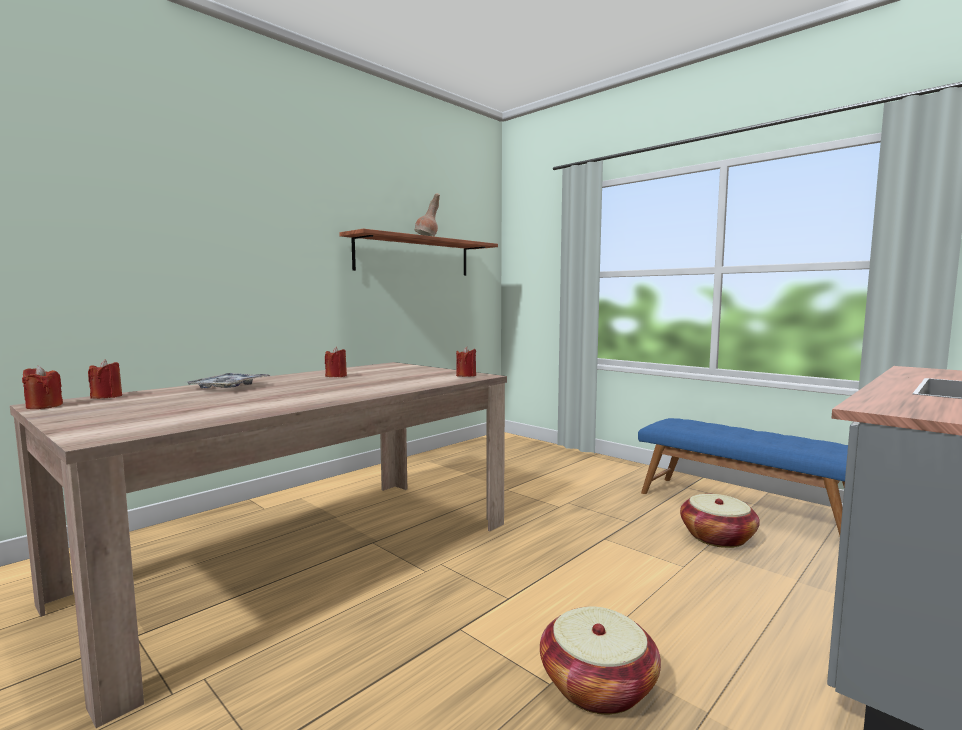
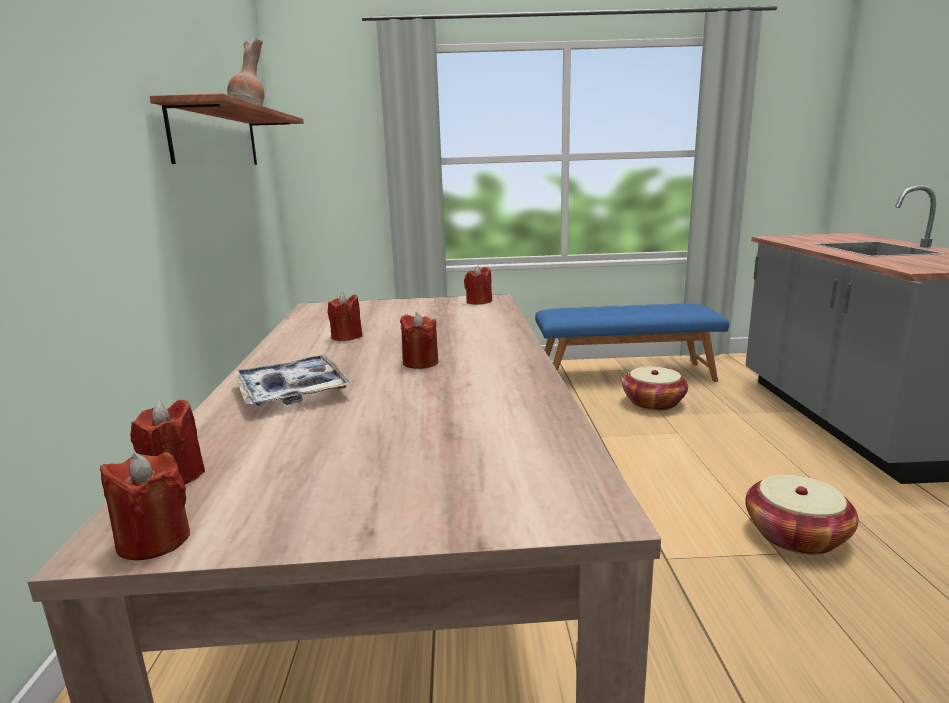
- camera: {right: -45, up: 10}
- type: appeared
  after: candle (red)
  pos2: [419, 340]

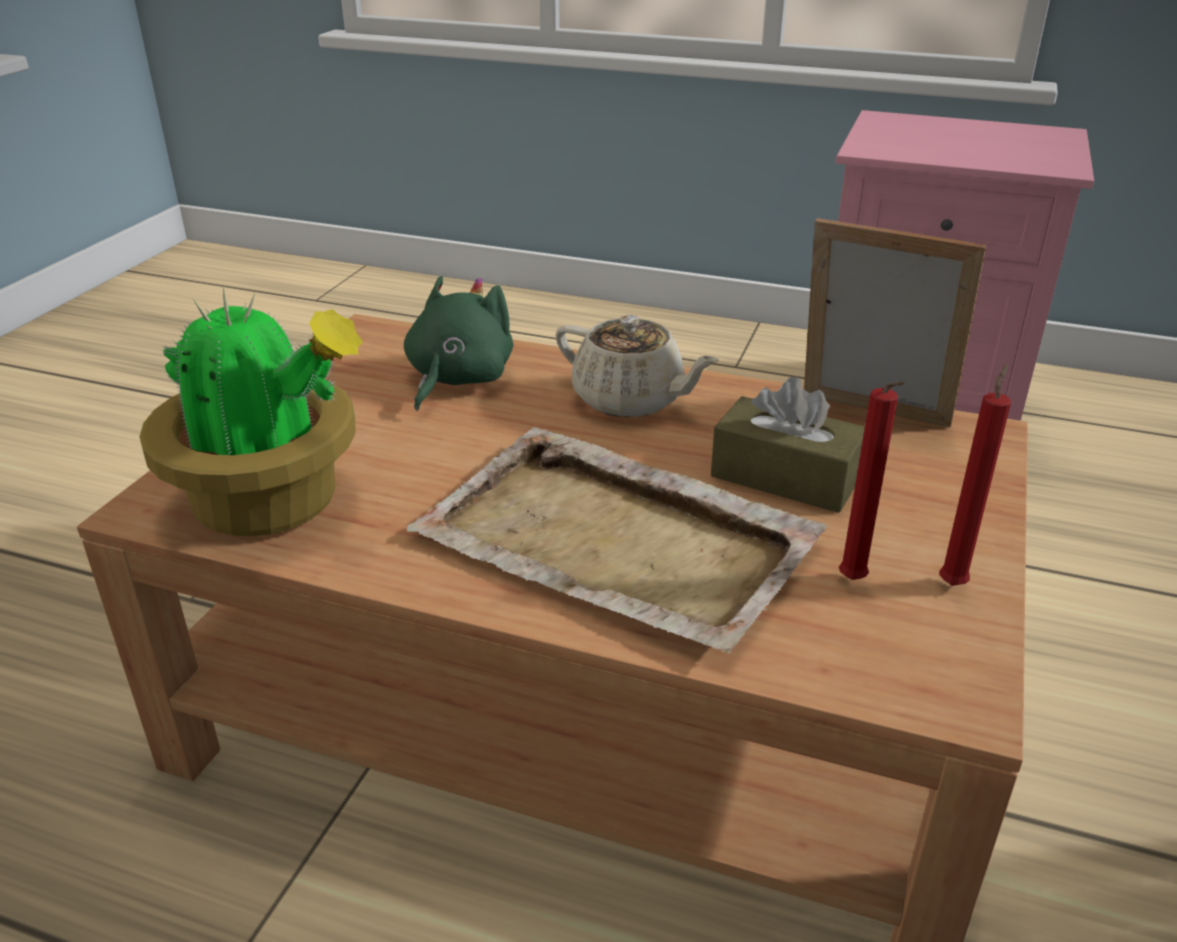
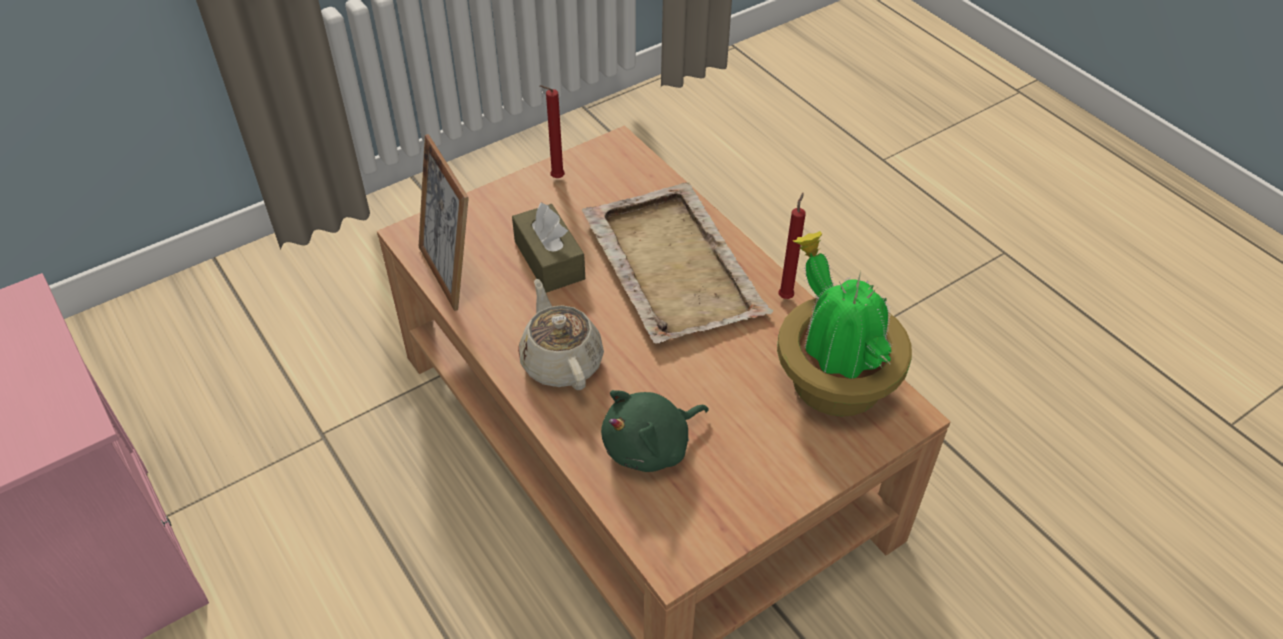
- camera: {right: -145, up: 15}
- type: relocated
  before: candle (red)
  pos1: [872, 480]
  pos2: [792, 246]

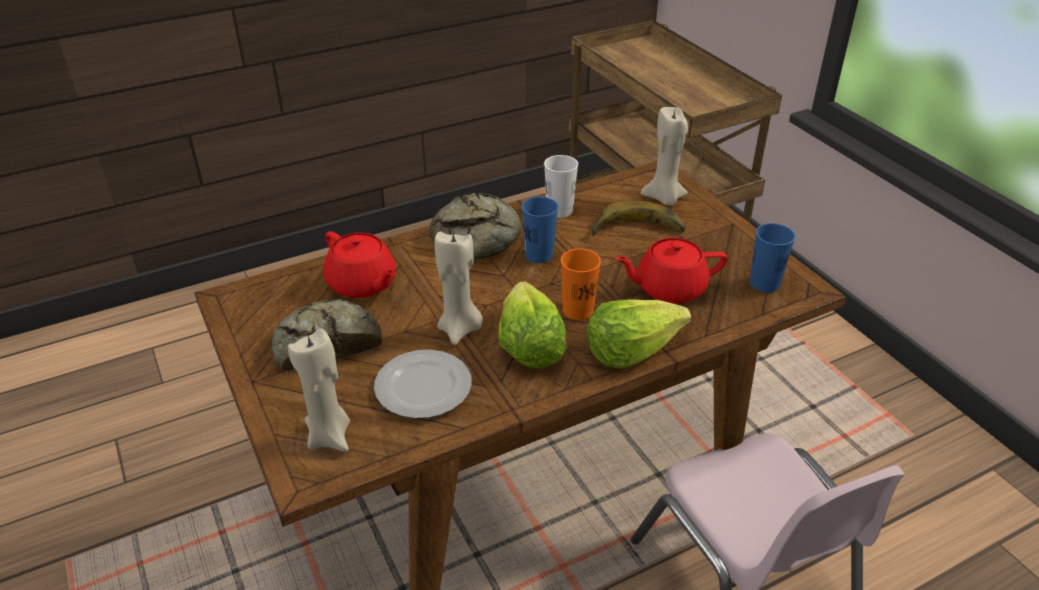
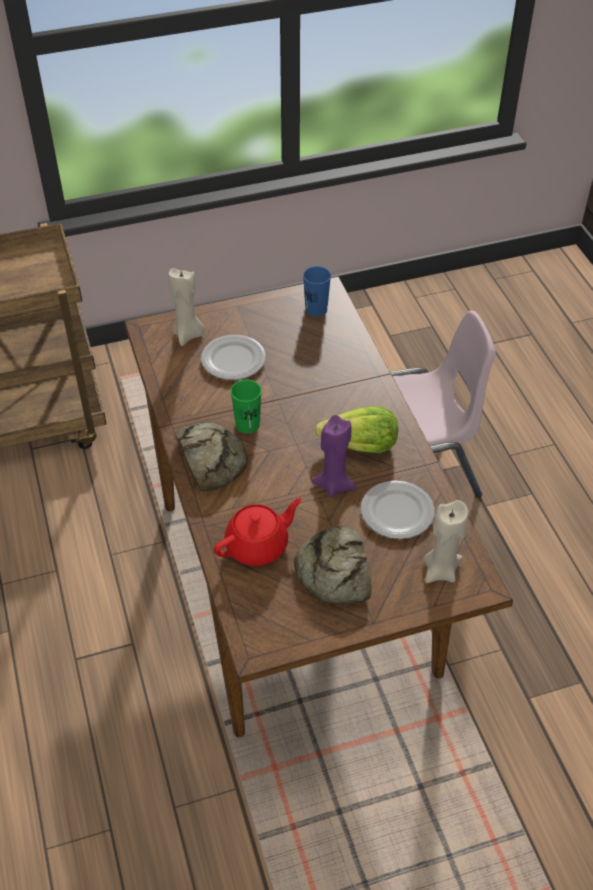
- camera: {right: -80, up: 10}
- type: missing
  before: small cup (whitish)
  pos1: [561, 186]
- type: colour
  before: small cup (blue)
  after: small cup (green)
  pos1: [540, 230]
  pos2: [246, 407]
- type: exchanged
  before: banana fruit
  after: plate
  pos1: [638, 218]
  pos2: [233, 357]
- type: colour
  before: candle (beige-coloured)
  after: candle (purplish)
  pos1: [458, 288]
  pos2: [334, 456]
- type: missing
  before: pot for tea (red)
  pos1: [671, 271]
- type: missing
  before: small cup (orange)
  pos1: [581, 284]
- type: missing
  before: lettuce head
  pos1: [639, 334]

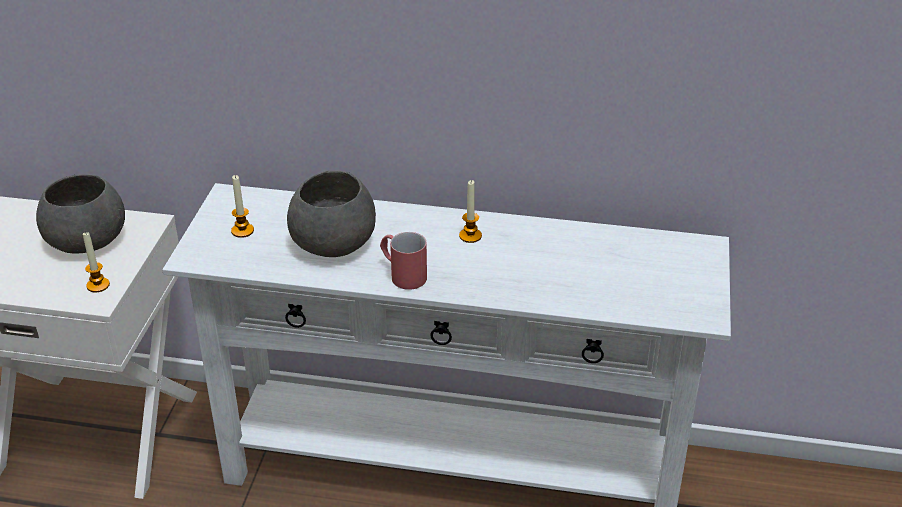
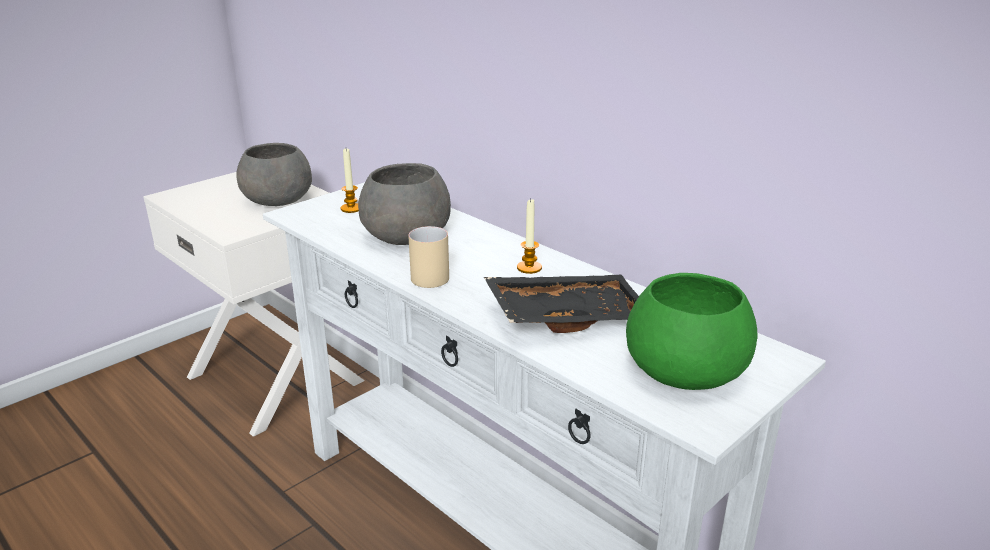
- camera: {right: 35, up: -10}
- type: missing
  before: candle
  pos1: [96, 262]
- type: colour
  before: coffee mug (red)
  after: coffee mug (beige-coloured)
  pos1: [403, 261]
  pos2: [428, 257]
- type: appeared
  after: serving bowl (green)
  pos2: [692, 331]
- type: appeared
  after: carrying tray (black)
  pos2: [561, 304]

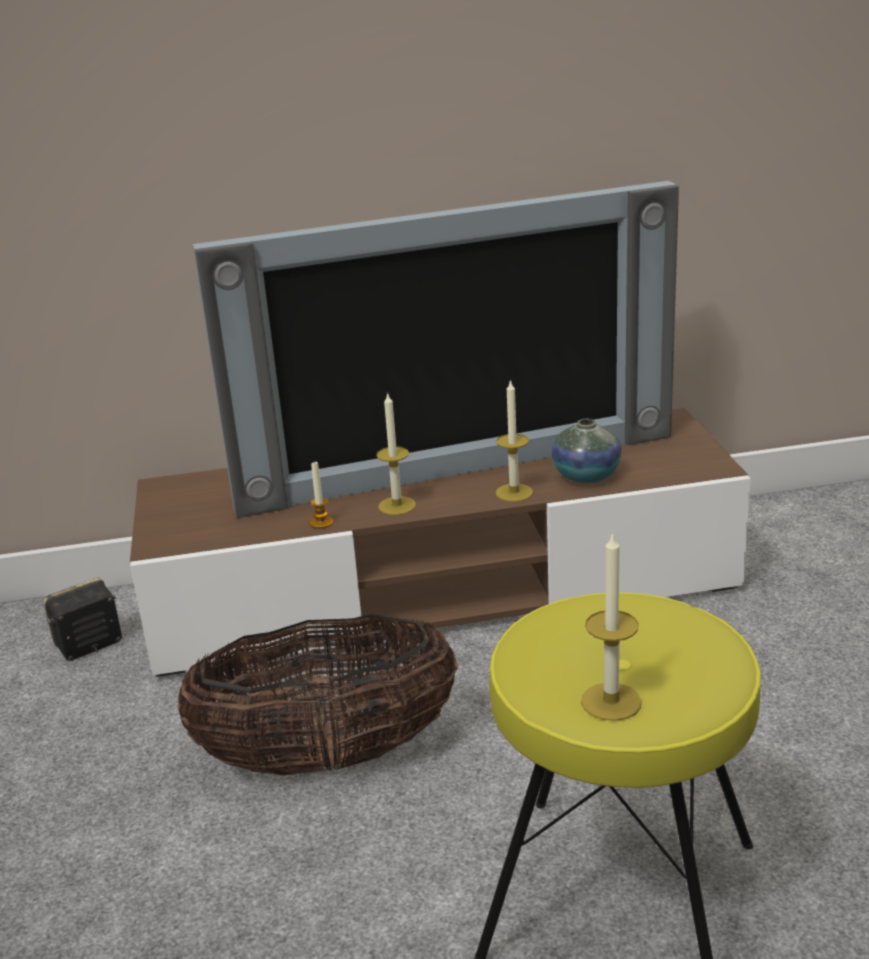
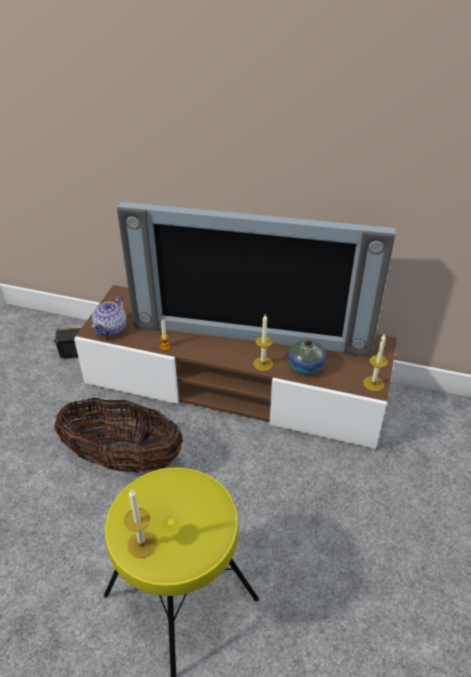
- camera: {right: 25, up: 15}
- type: relocated
  before: candle
  pos1: [396, 453]
  pos2: [375, 362]
- type: appeared
  after: pot for tea
  pos2: [109, 316]

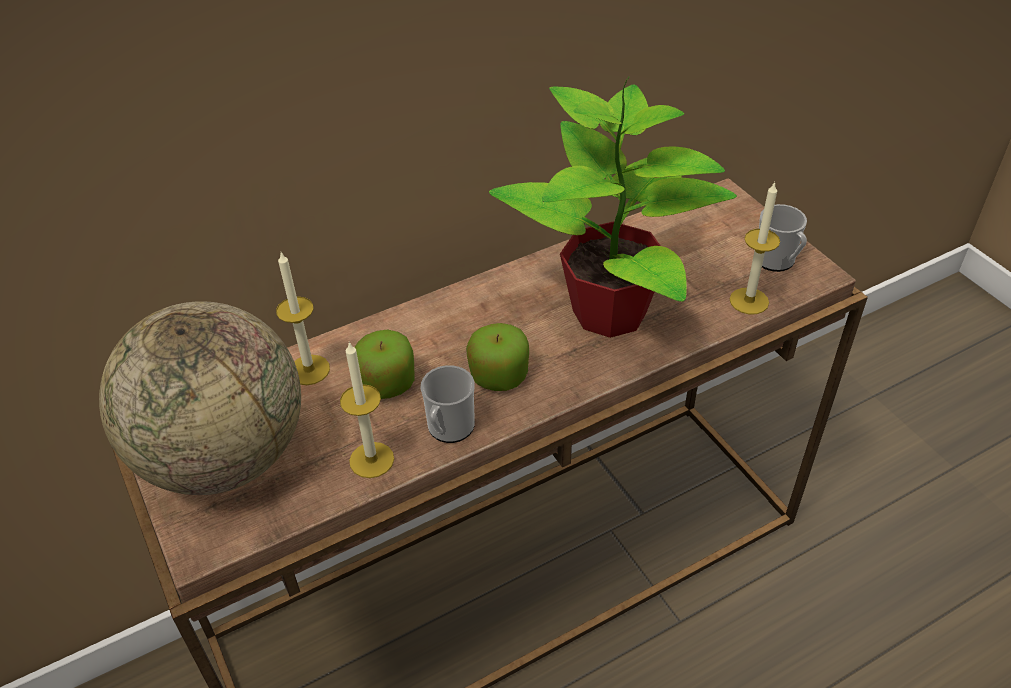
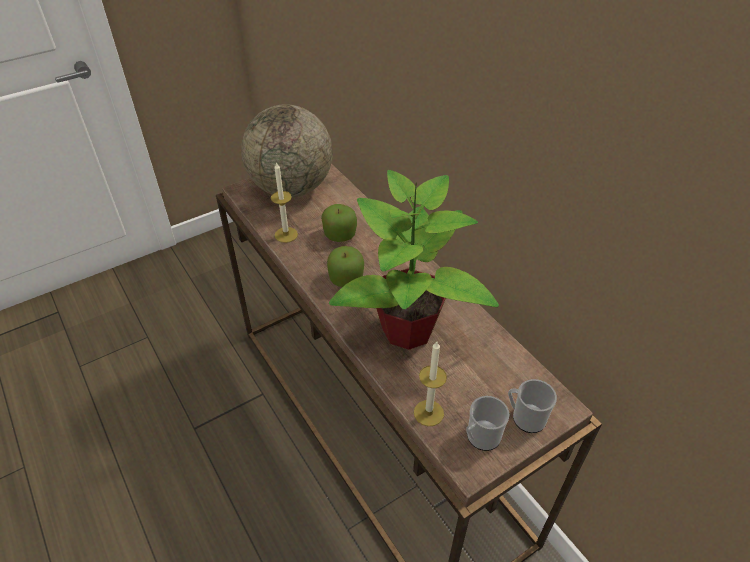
- camera: {right: 85, up: 0}
- type: missing
  before: candle
  pos1: [303, 319]
- type: relocated
  before: coffee mug
  pos1: [448, 404]
  pos2: [532, 406]

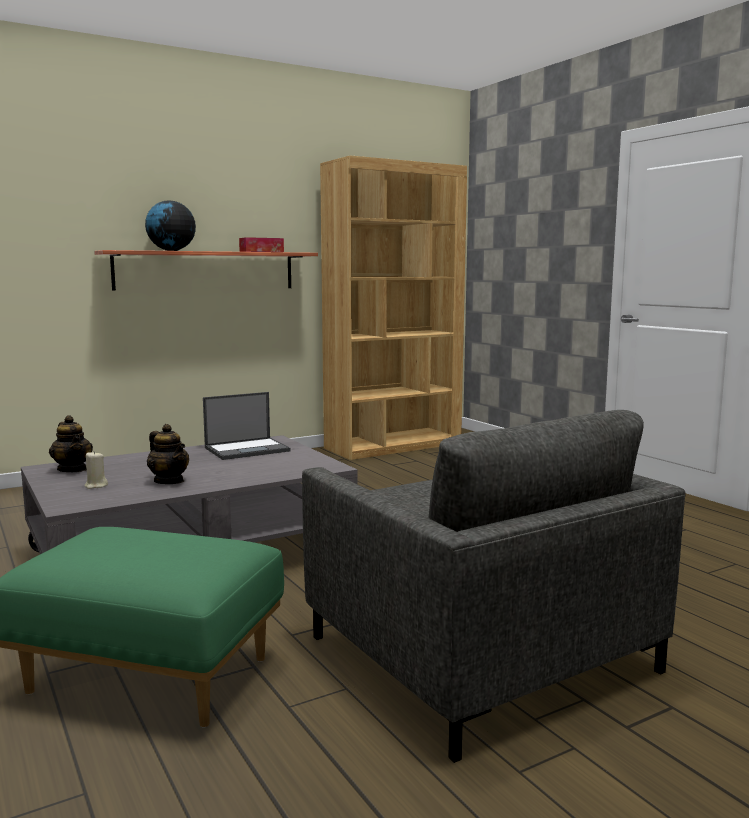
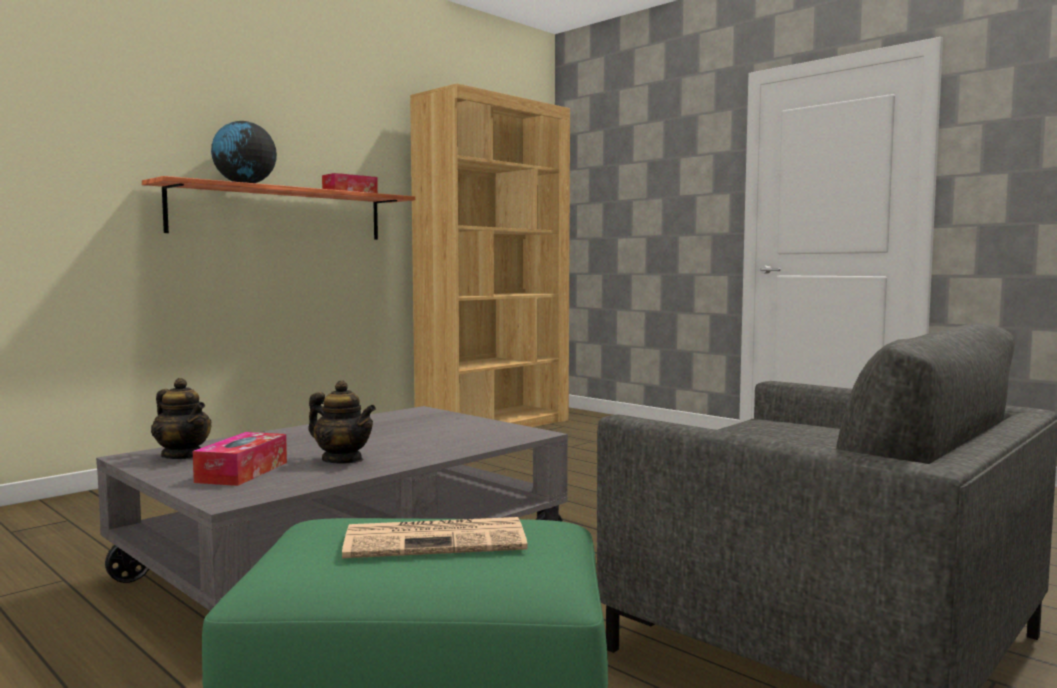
- camera: {right: -15, up: -5}
- type: missing
  before: portable computer
  pos1: [247, 426]
- type: exchanged
  before: candle (beige-coloured)
  after: box of tissues
  pos1: [96, 470]
  pos2: [240, 459]
- type: appeared
  after: printed paper
  pos2: [435, 537]

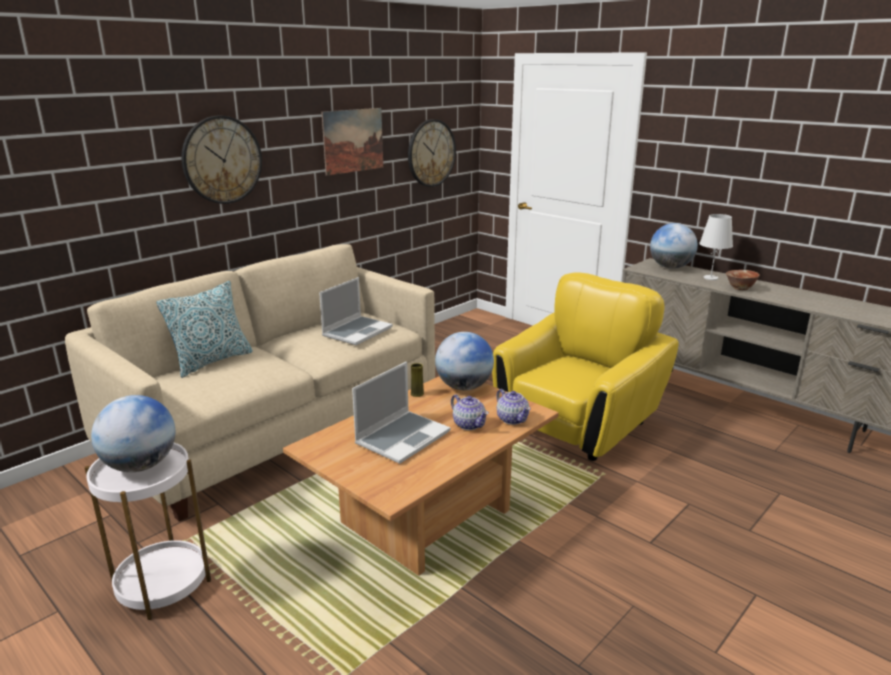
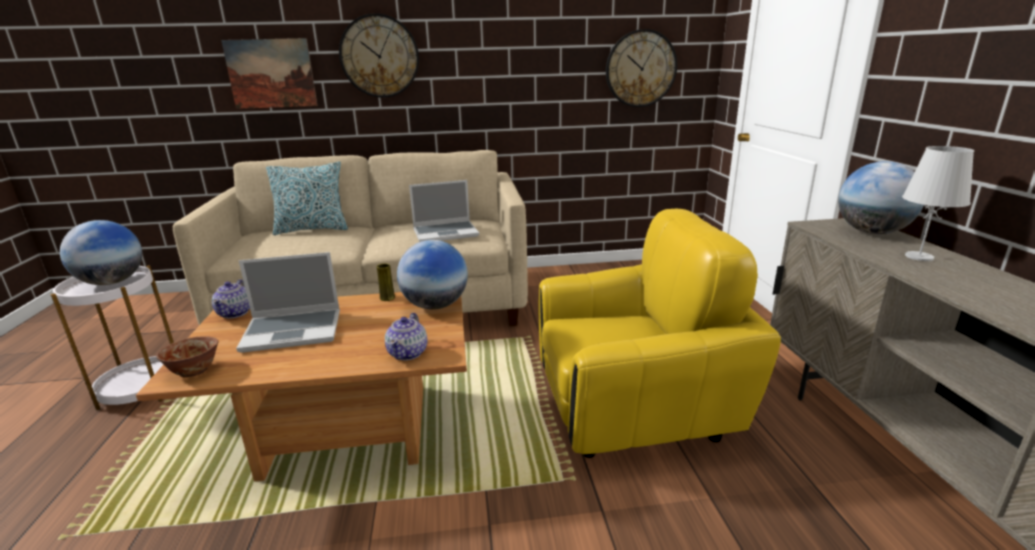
- camera: {right: 40, up: 0}
- type: relocated
  before: wall picture
  pos1: [352, 142]
  pos2: [269, 73]
- type: relocated
  before: serving bowl
  pos1: [743, 280]
  pos2: [187, 356]
- type: relocated
  before: pot for tea
  pos1: [470, 412]
  pos2: [231, 298]

